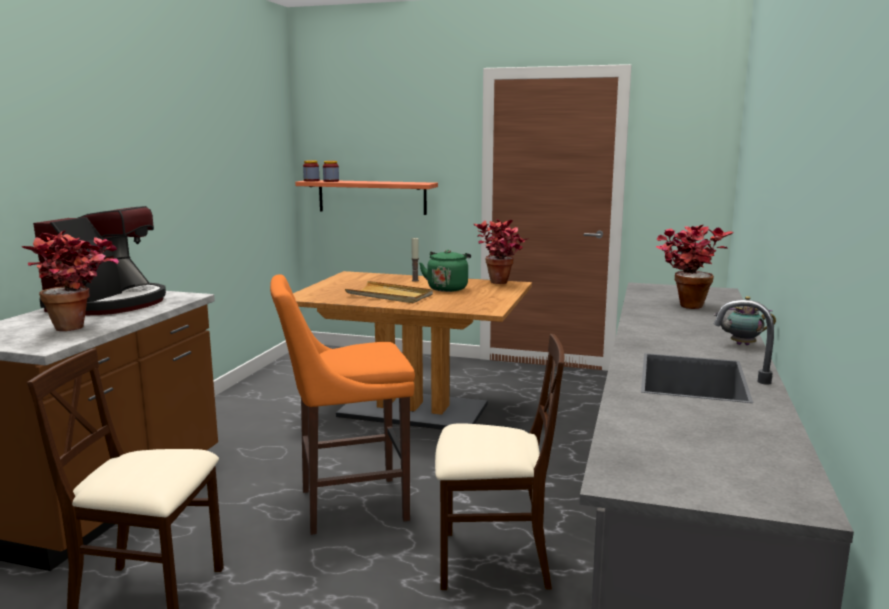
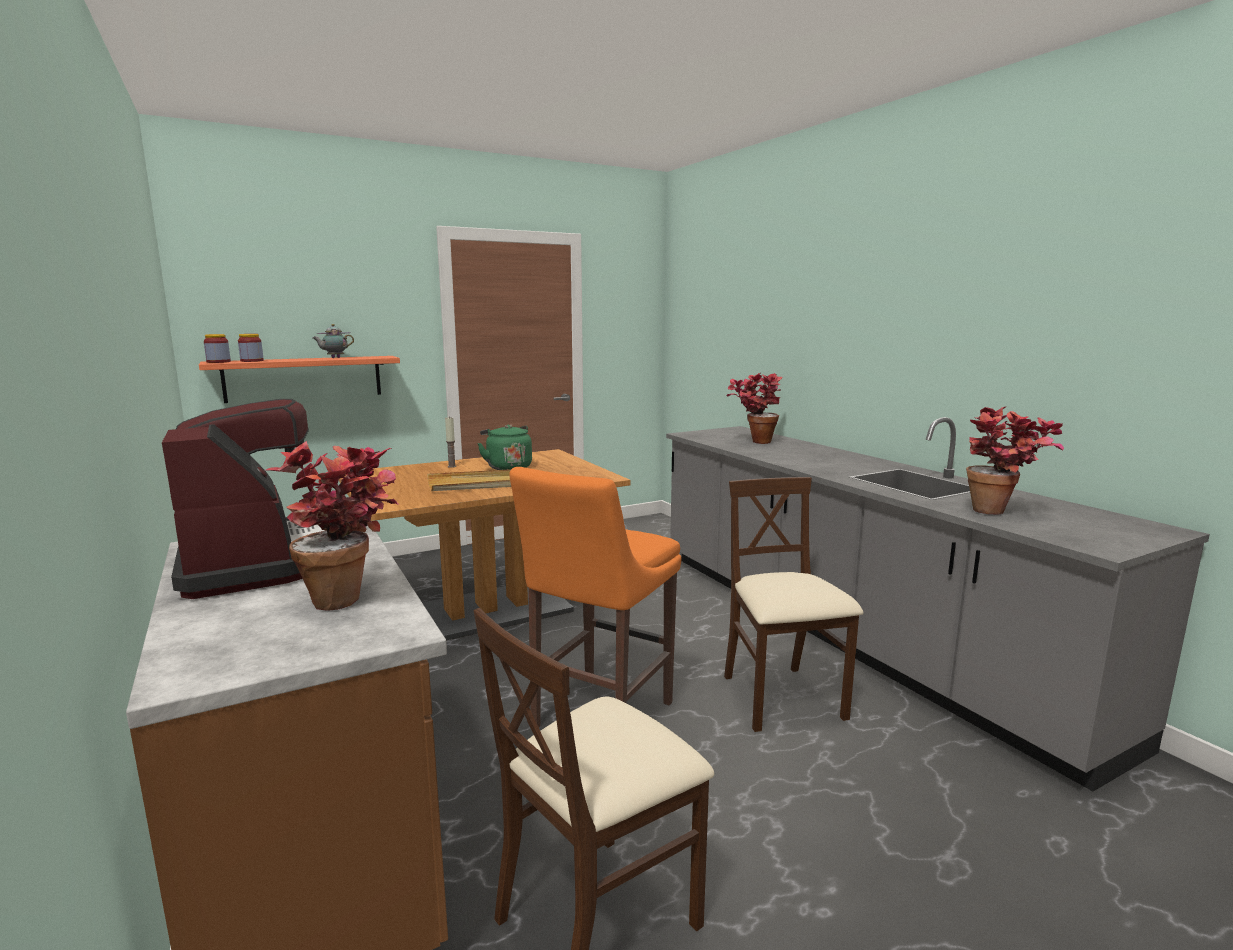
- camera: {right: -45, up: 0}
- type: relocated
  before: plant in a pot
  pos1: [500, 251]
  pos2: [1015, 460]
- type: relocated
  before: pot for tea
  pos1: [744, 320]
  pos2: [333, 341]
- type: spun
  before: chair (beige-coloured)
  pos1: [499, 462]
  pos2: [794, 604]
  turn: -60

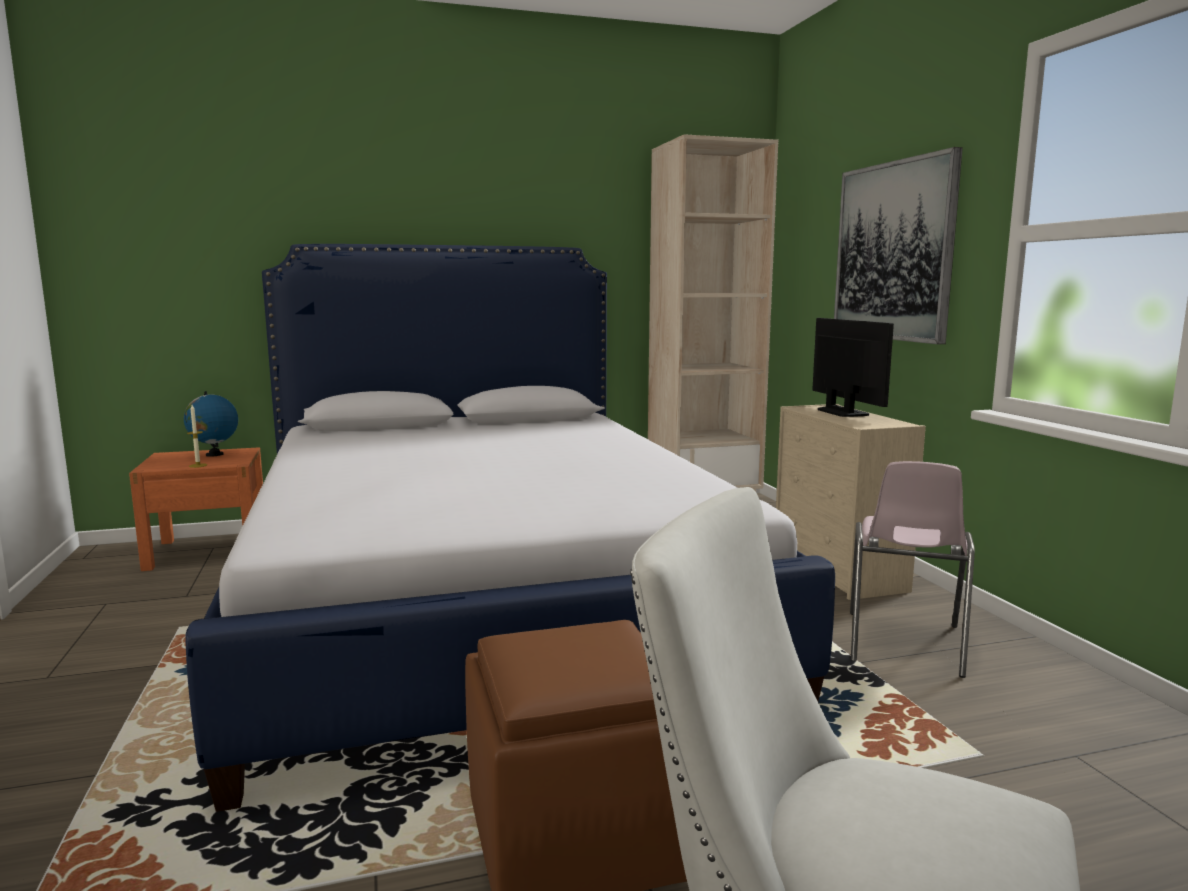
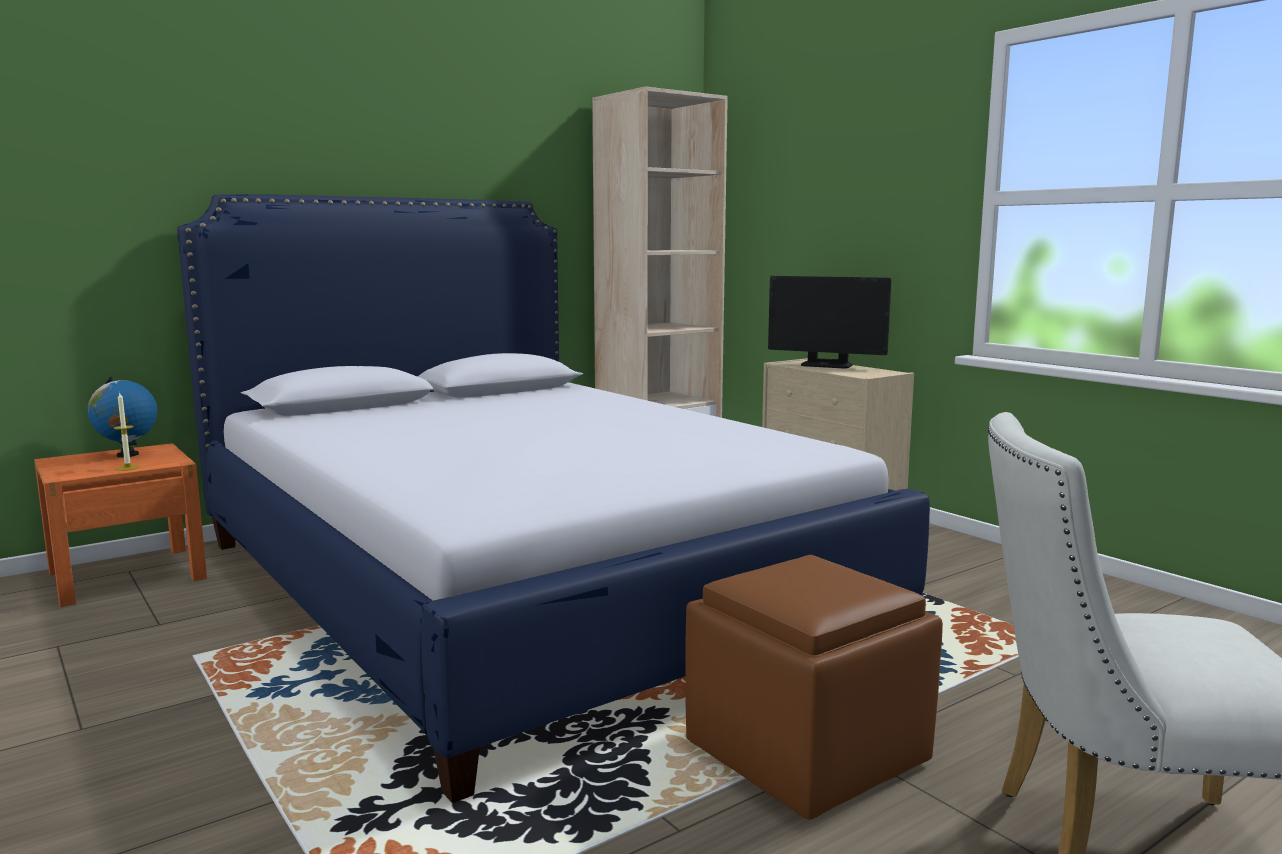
- camera: {right: -20, up: 0}
- type: missing
  before: wall picture
  pos1: [898, 245]
- type: spun
  before: computer screen
  pos1: [853, 367]
  pos2: [830, 322]
  turn: 150
- type: missing
  before: chair (pink-coloured)
  pos1: [912, 569]

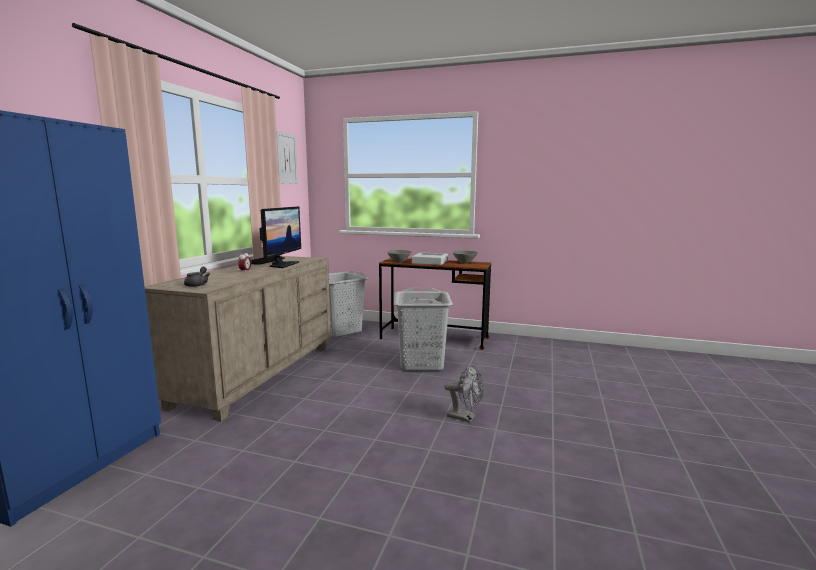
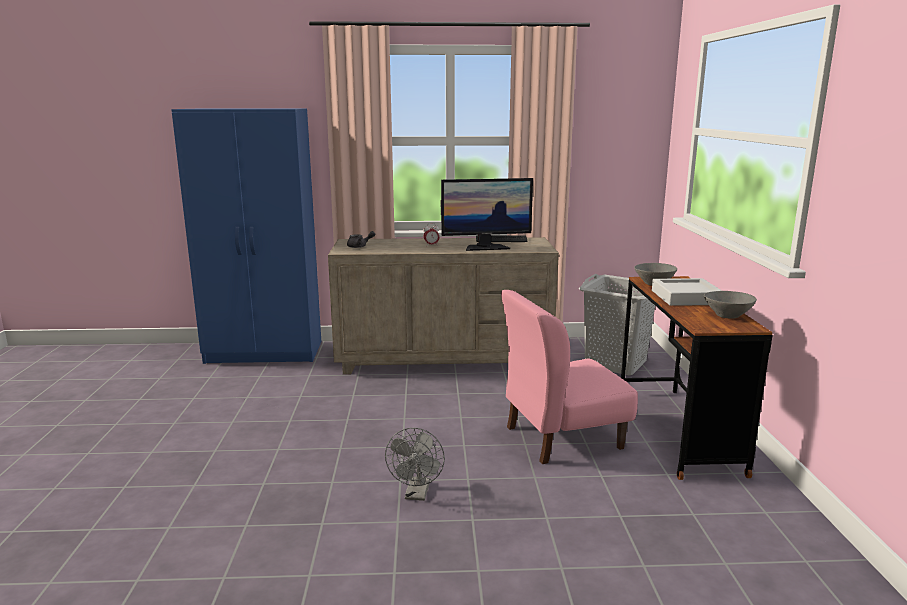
- camera: {right: 70, up: 5}
- type: missing
  before: wall picture
  pos1: [287, 157]
- type: exchanged
  before: hamper (gray)
  after: chair (pink-coloured)
  pos1: [423, 329]
  pos2: [569, 377]

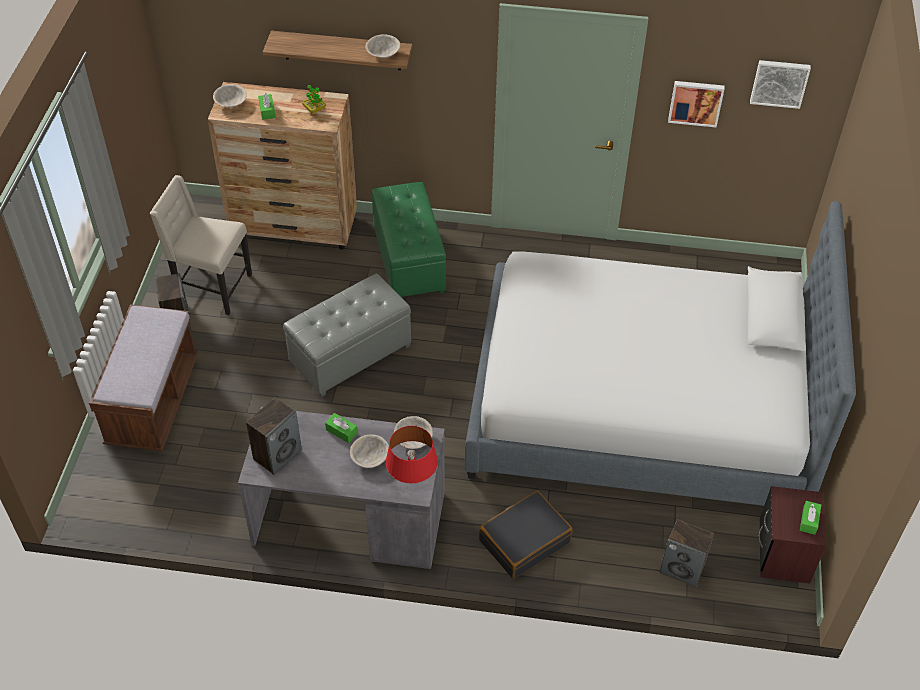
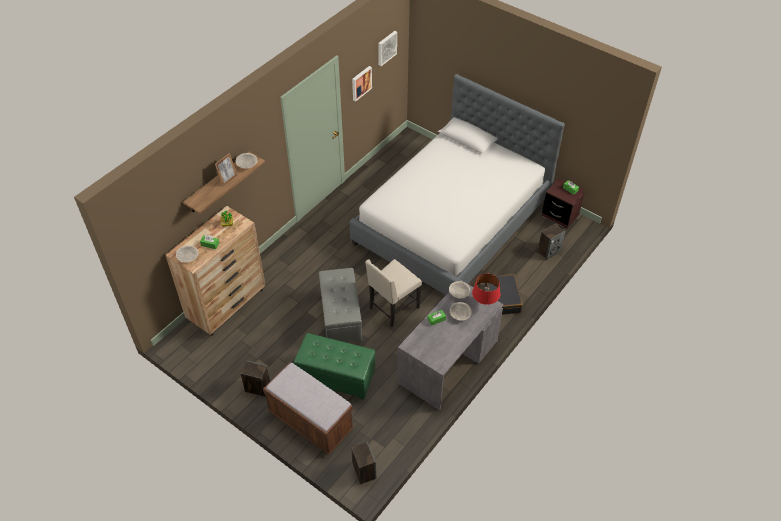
- camera: {right: -60, up: 0}
- type: relocated
  before: chair (beige-coloured)
  pos1: [201, 245]
  pos2: [393, 293]
- type: relocated
  before: ottoman (green)
  pos1: [408, 239]
  pos2: [334, 366]
- type: relocated
  before: audio speaker
  pos1: [274, 436]
  pos2: [363, 463]
- type: appeared
  after: standing frame
  pos2: [226, 169]

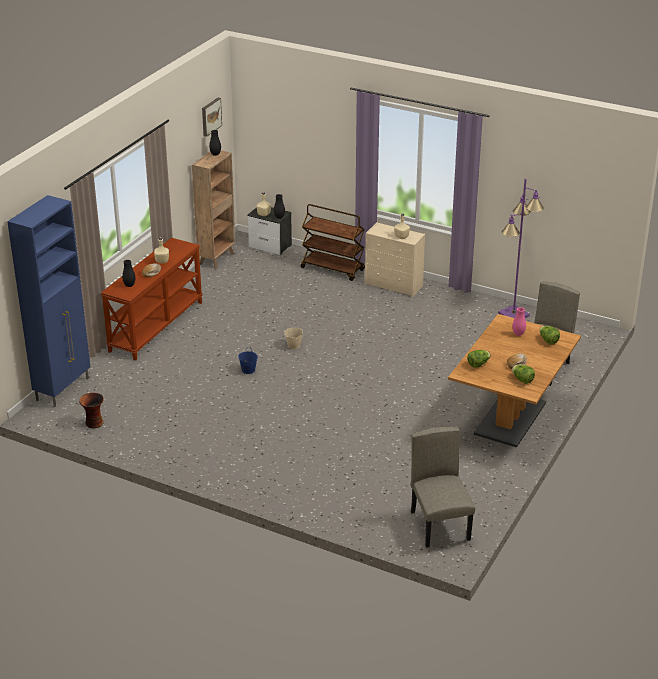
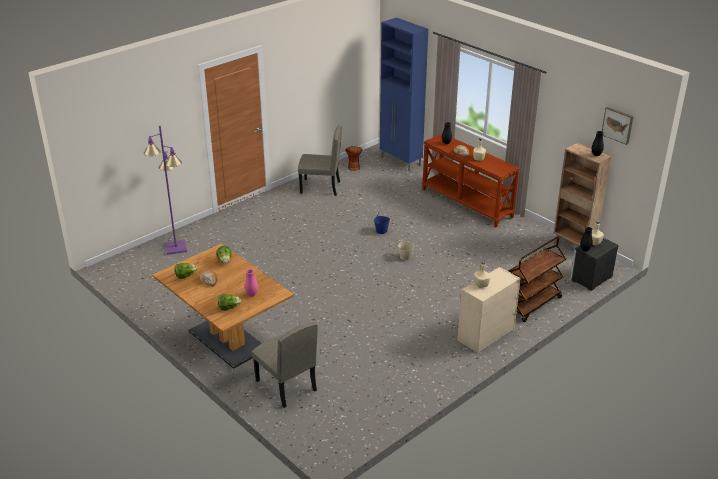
- camera: {right: 110, up: 0}
- type: relocated
  before: standard lamp (purplish)
  pos1: [521, 248]
  pos2: [165, 190]
- type: relocated
  before: chair (beige-coloured)
  pos1: [443, 487]
  pos2: [320, 160]

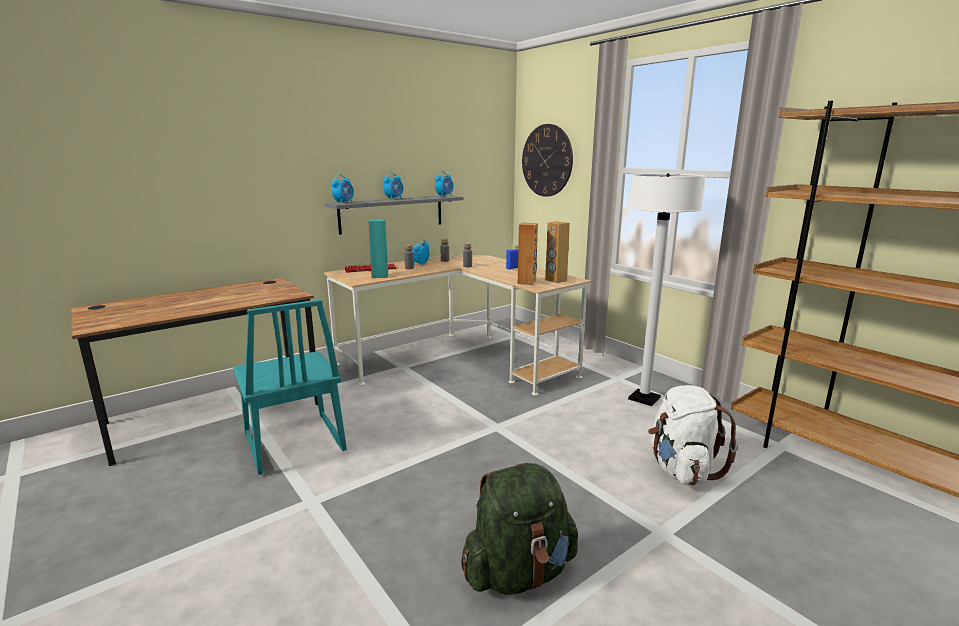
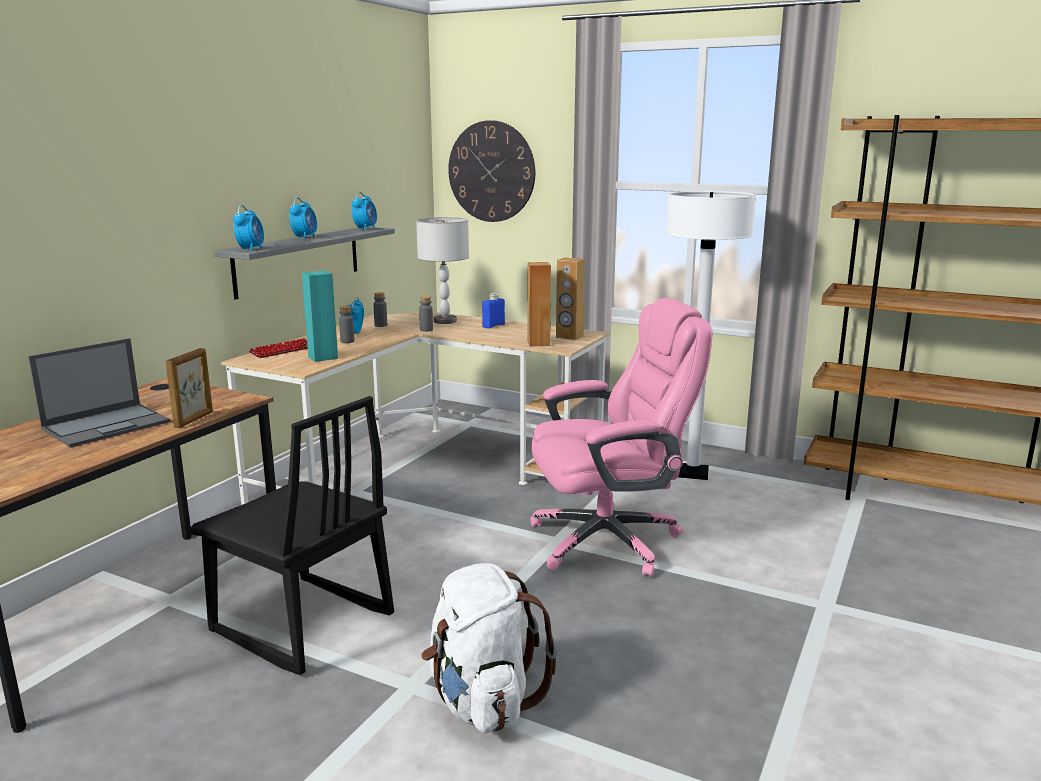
- camera: {right: -25, up: 0}
- type: colour
  before: chair (turquoise-coloured)
  after: chair (black)
  pos1: [290, 387]
  pos2: [292, 535]
- type: relocated
  before: backpack (whitish)
  pos1: [693, 435]
  pos2: [489, 648]
- type: missing
  before: backpack (green)
  pos1: [519, 529]
- type: appeared
  after: lamp for a table (gray)
  pos2: [442, 270]
- type: appeared
  after: office chair (pink-coloured)
  pos2: [622, 437]
- type: appeared
  after: portable computer
  pos2: [99, 393]
- type: appeared
  after: standing frame
  pos2: [189, 388]

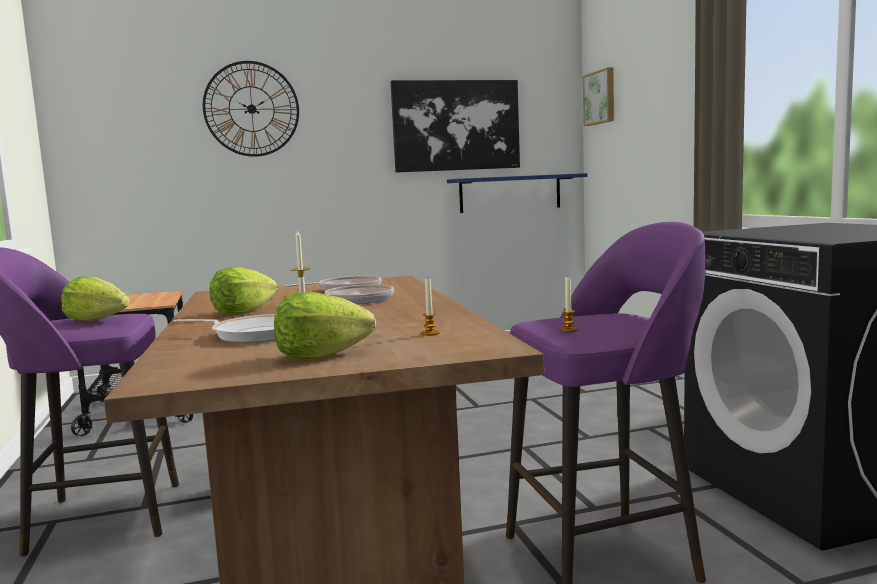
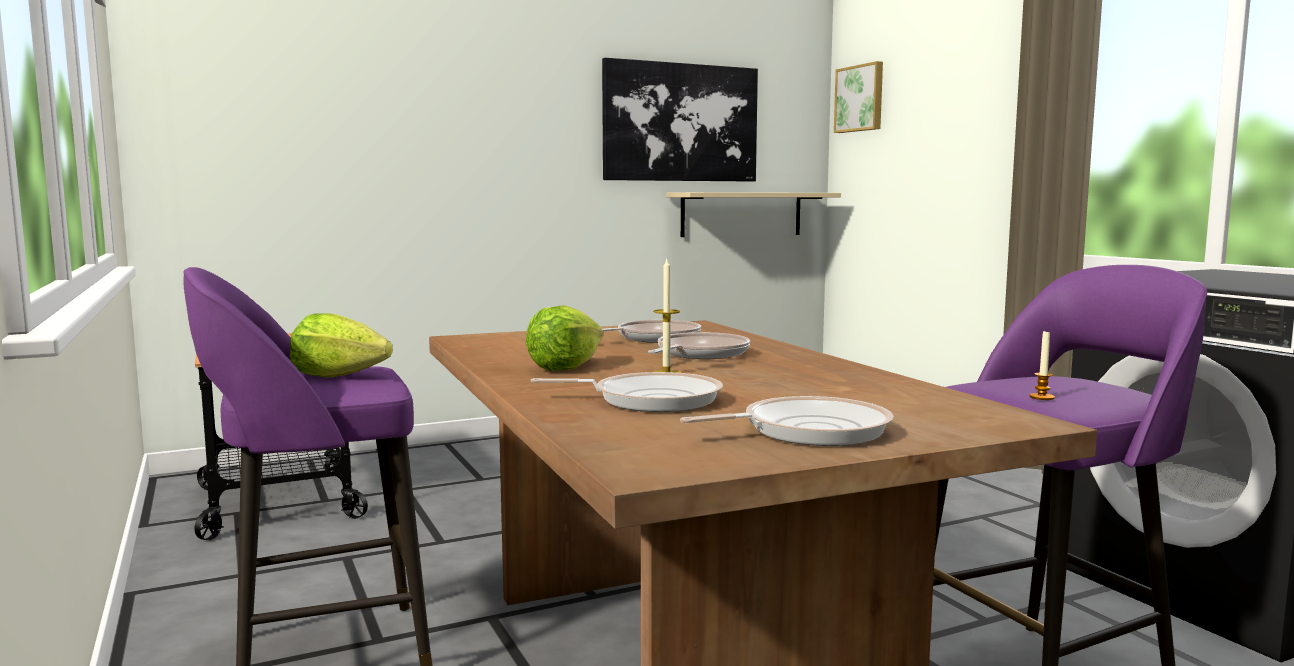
- camera: {right: -10, up: 0}
- type: missing
  before: clock on the wall
  pos1: [251, 109]
- type: colour
  before: wall shelf (blue)
  after: wall shelf (beige-coloured)
  pos1: [517, 193]
  pos2: [753, 214]
- type: missing
  before: candle
  pos1: [430, 306]
- type: exchanged
  before: lettuce head
  after: pan
  pos1: [325, 325]
  pos2: [787, 421]

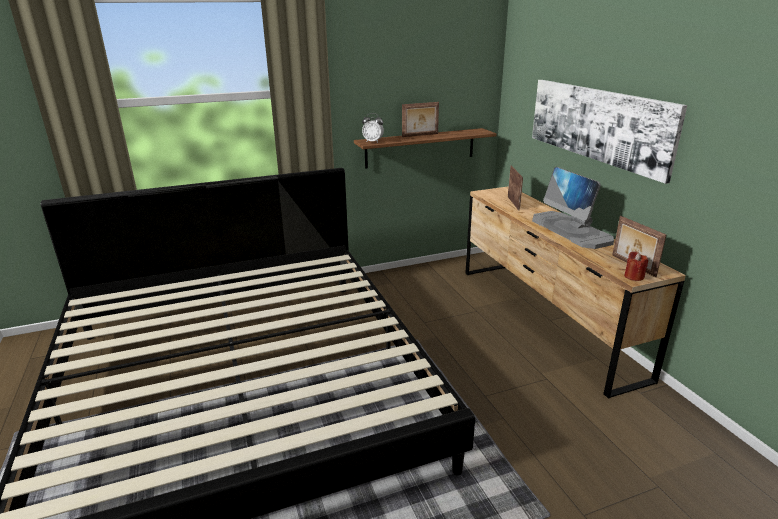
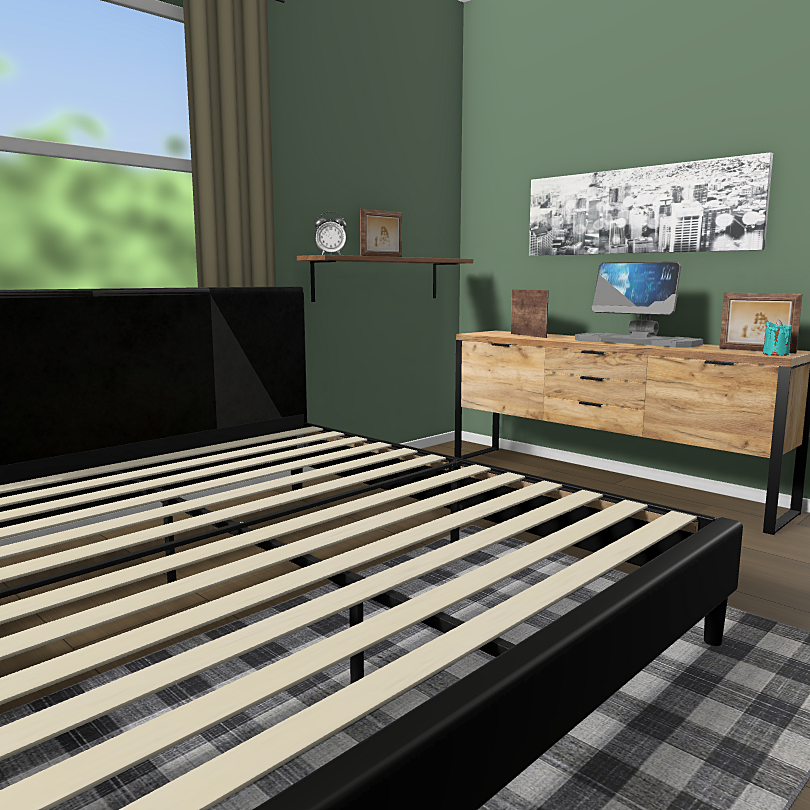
- camera: {right: -25, up: -15}
- type: colour
  before: candle (red)
  after: candle (turquoise-coloured)
  pos1: [636, 266]
  pos2: [777, 337]

